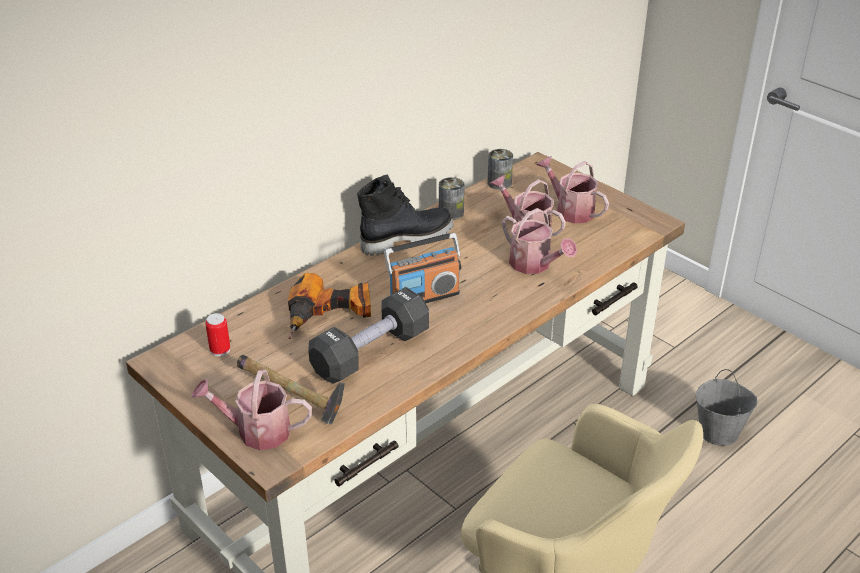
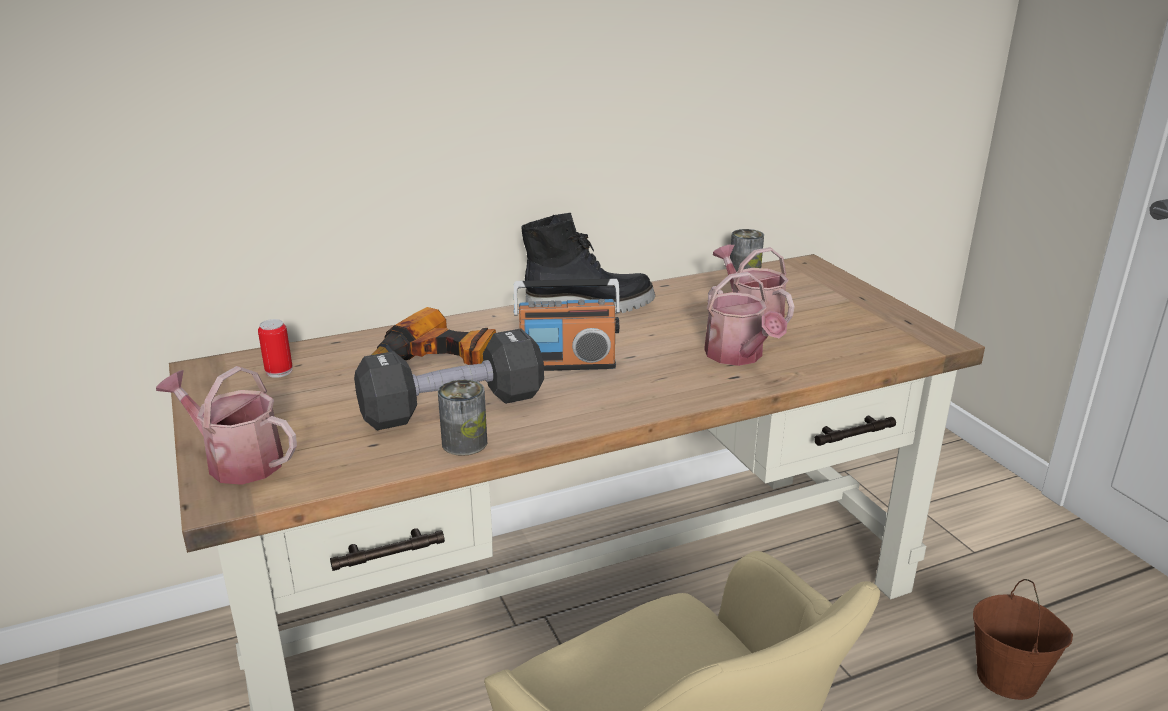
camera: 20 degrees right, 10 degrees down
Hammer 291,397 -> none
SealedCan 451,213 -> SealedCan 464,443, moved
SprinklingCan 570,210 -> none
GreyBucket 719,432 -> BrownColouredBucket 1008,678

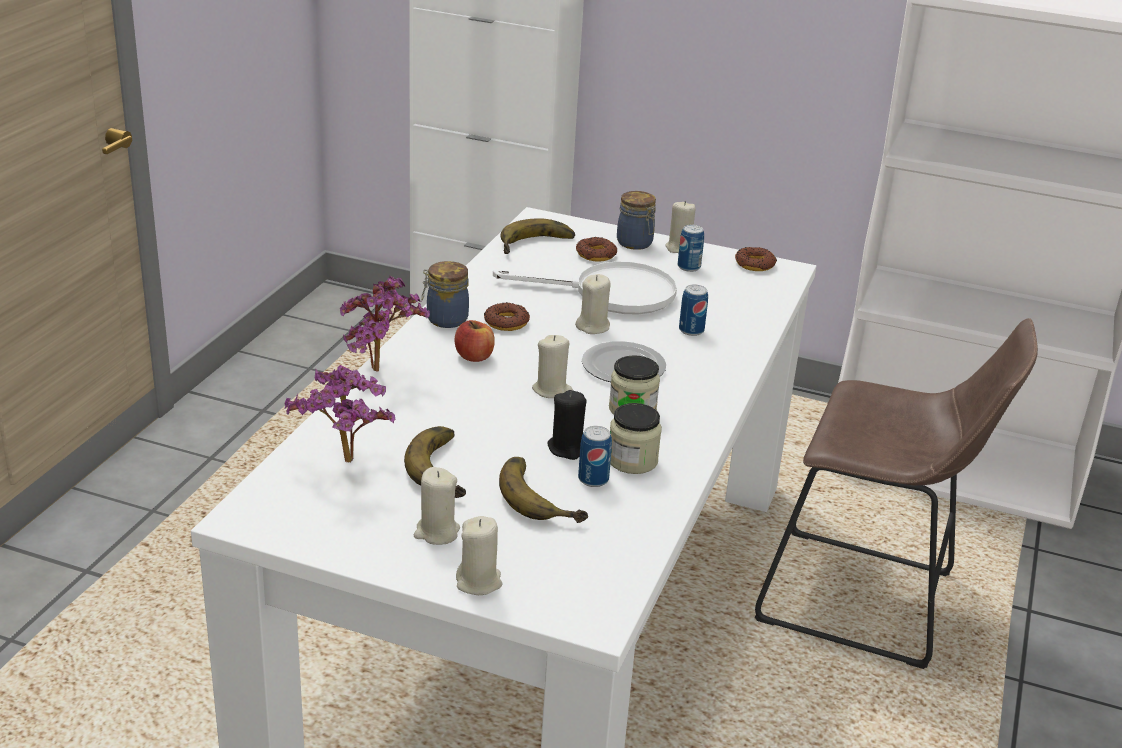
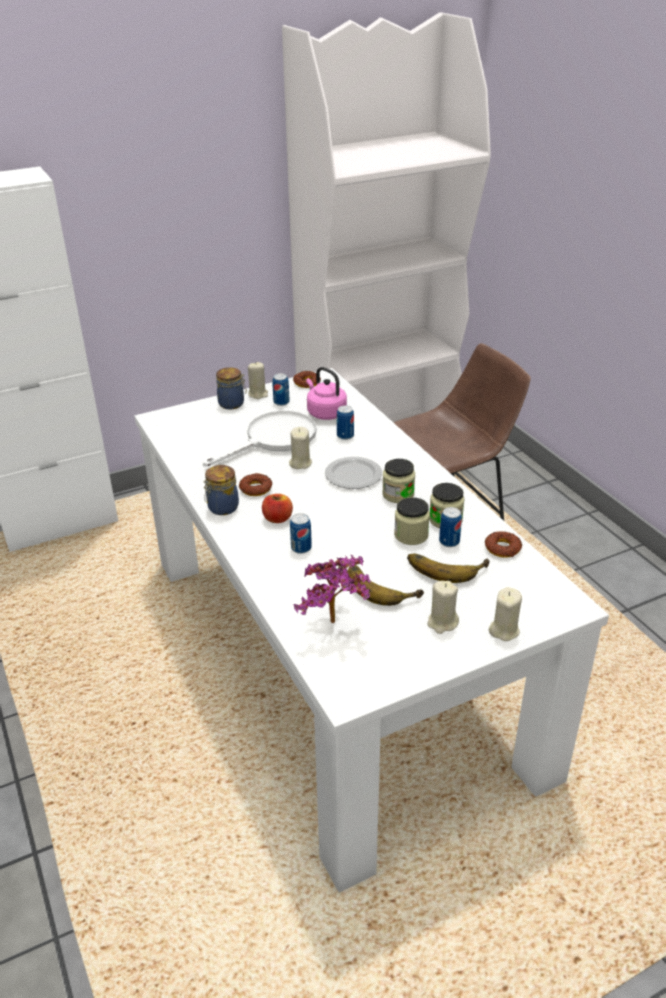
camera: 45 degrees left, 5 degrees up
Houseplant 382,372 -> none
Banana 538,245 -> none
BeigeCandle 552,390 -> none
BlackishCandle 567,449 -> StorageJar 411,535
Donut 596,254 -> Donut 503,548, moved
none -> SealedCan 301,548
none -> PinkKettle 325,413

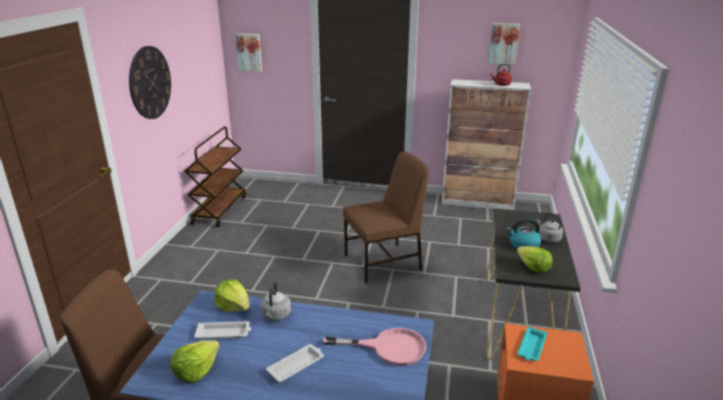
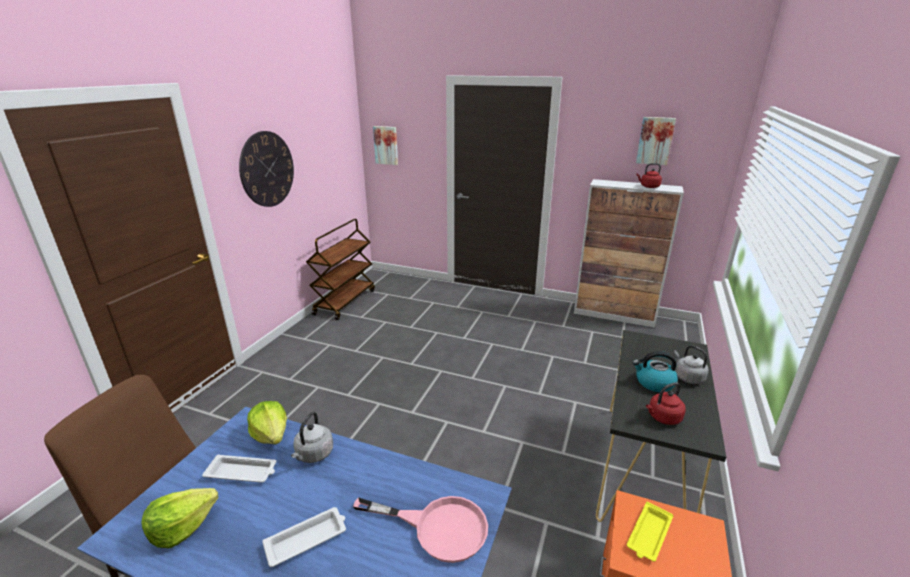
camera: 10 degrees right, 0 degrees up
BrownColouredChair 384,262 -> none
Lettuce 533,267 -> RedKettle 663,418
TurquoiseServingTray 531,347 -> YellowServingTray 648,535

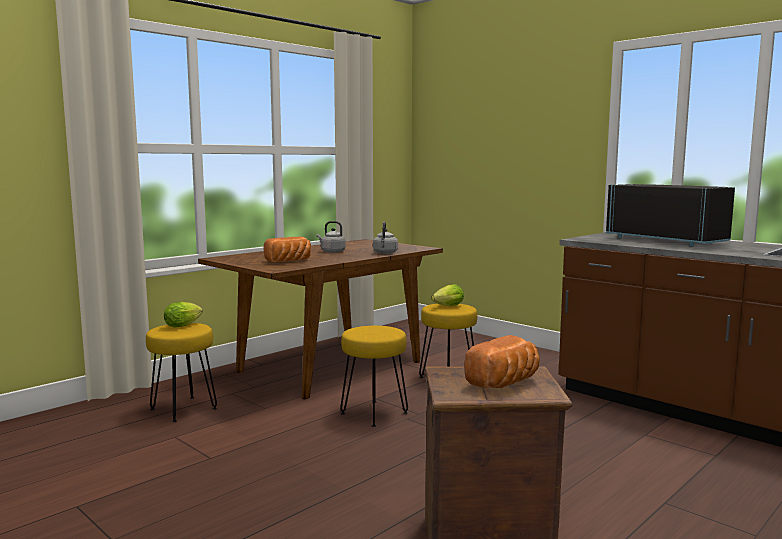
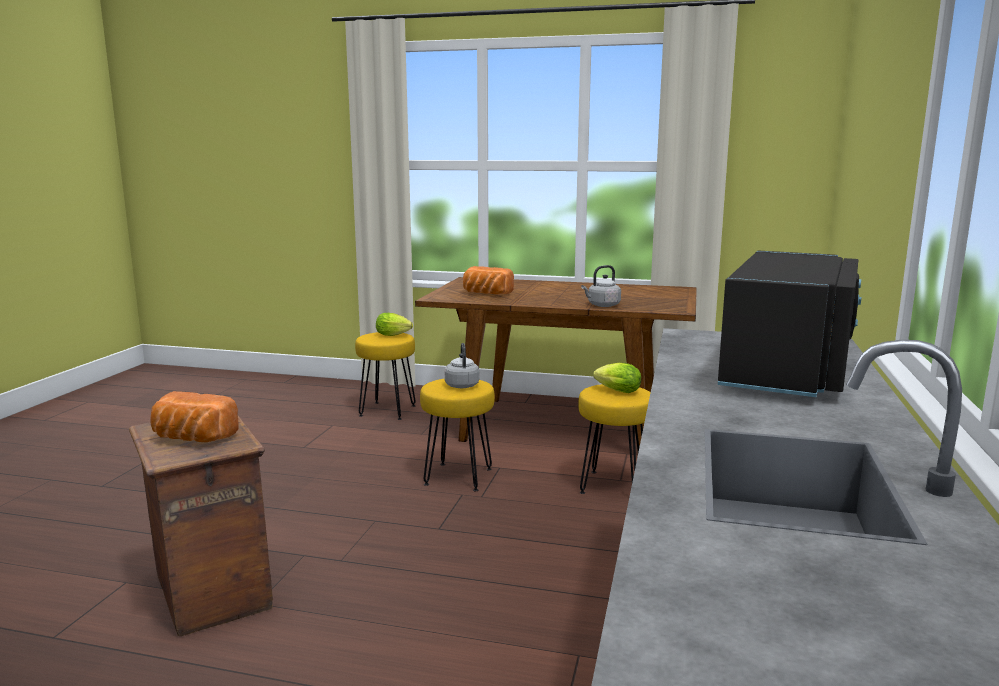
camera: 60 degrees right, 5 degrees up
GreyKettle 331,251 -> GreyKettle 462,385, moved

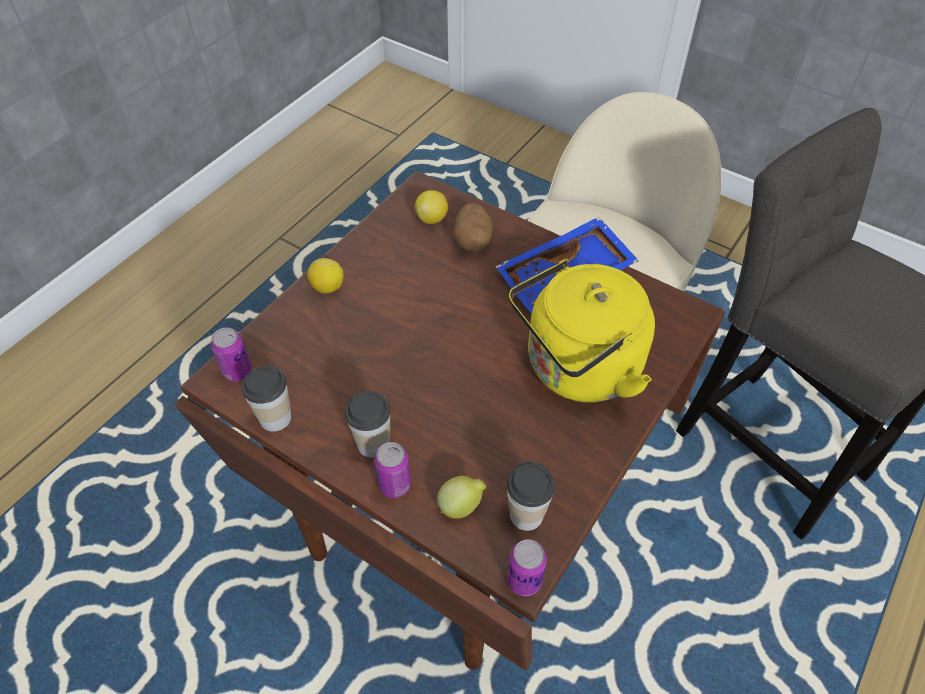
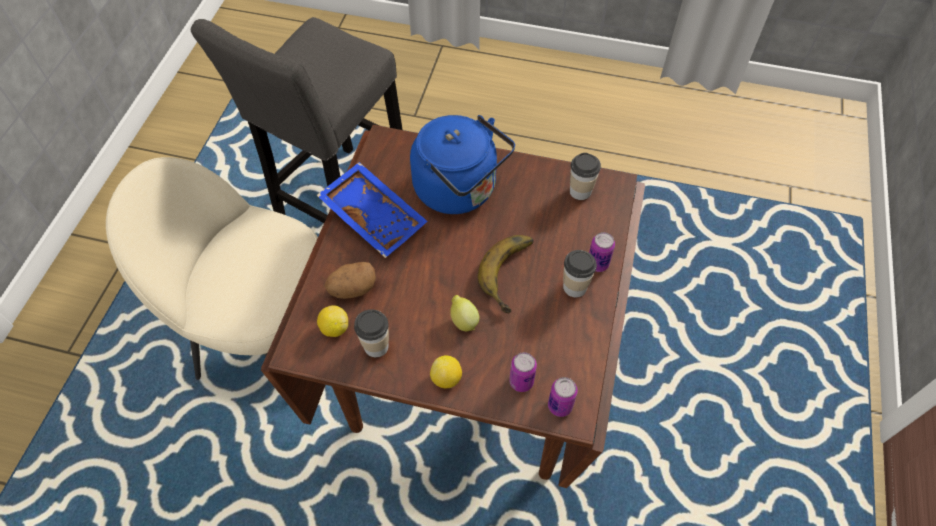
camera: 110 degrees left, 5 degrees up
Cup 275,418 -> Cup 376,346, moved
CitrusFruit 461,506 -> CitrusFruit 463,321, moved
SealedCan 524,580 -> SealedCan 521,381, moved
YellowKettle 577,369 -> BlueKettle 460,190
none -> Banana 514,274

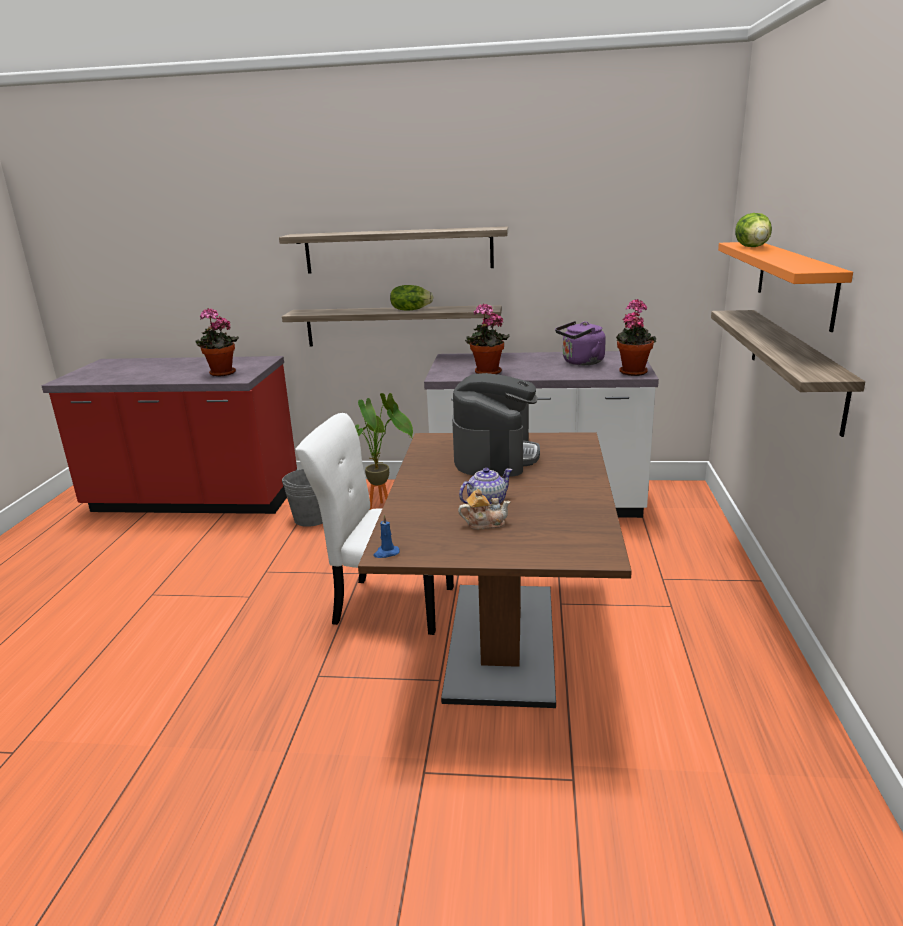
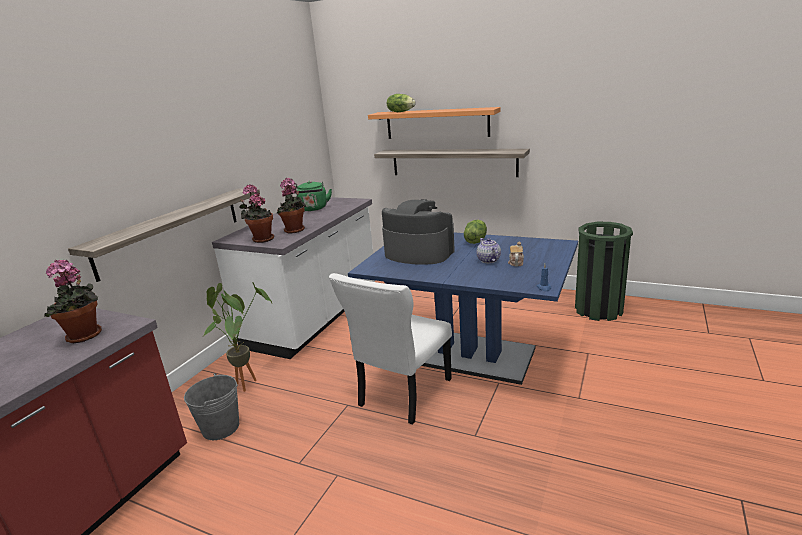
camera: 70 degrees left, 0 degrees up
BracketShelf 398,250 -> none
BrownColouredKitchenTable 501,641 -> BlueKitchenTable 469,355
Lettuce 410,310 -> Lettuce 475,241, moved
PurplishKettle 580,362 -> GreenKettle 313,209
Houseplant 632,371 -> Houseplant 261,239, moved
none -> GreenTrashCan 598,310

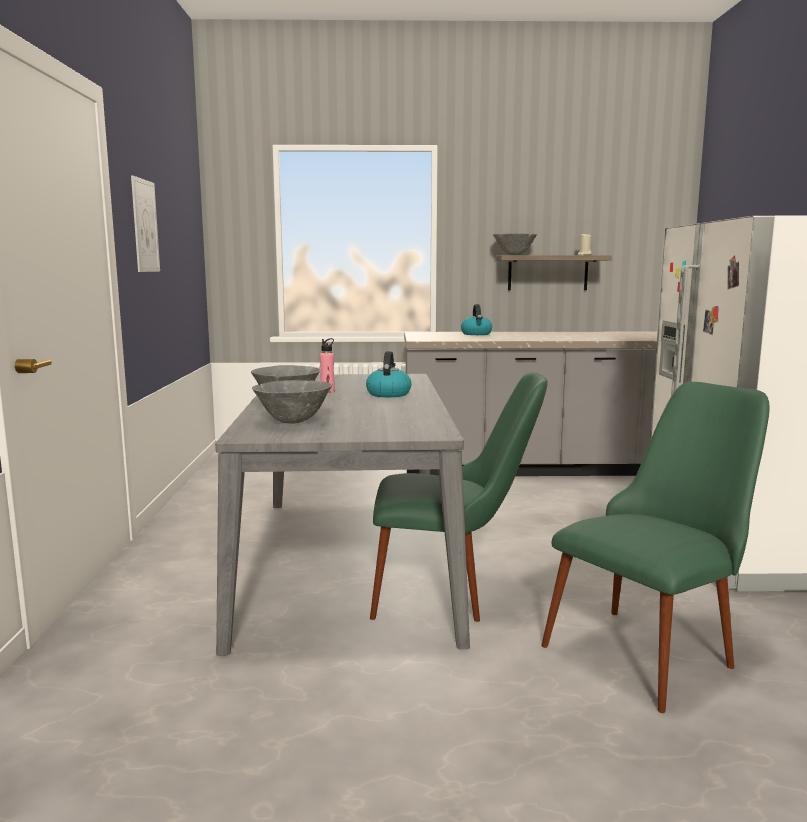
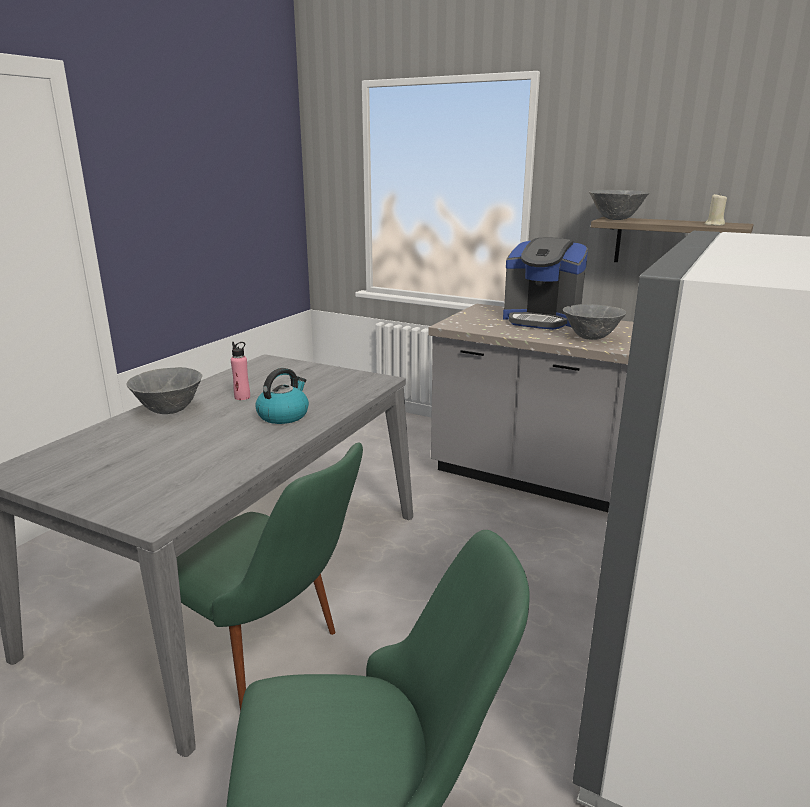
camera: 30 degrees right, 10 degrees up
WallArt 145,226 -> none
GreyServingBowl 293,422 -> GreyServingBowl 591,338, moved
Kettle 476,334 -> CoffeeBrewer 542,320

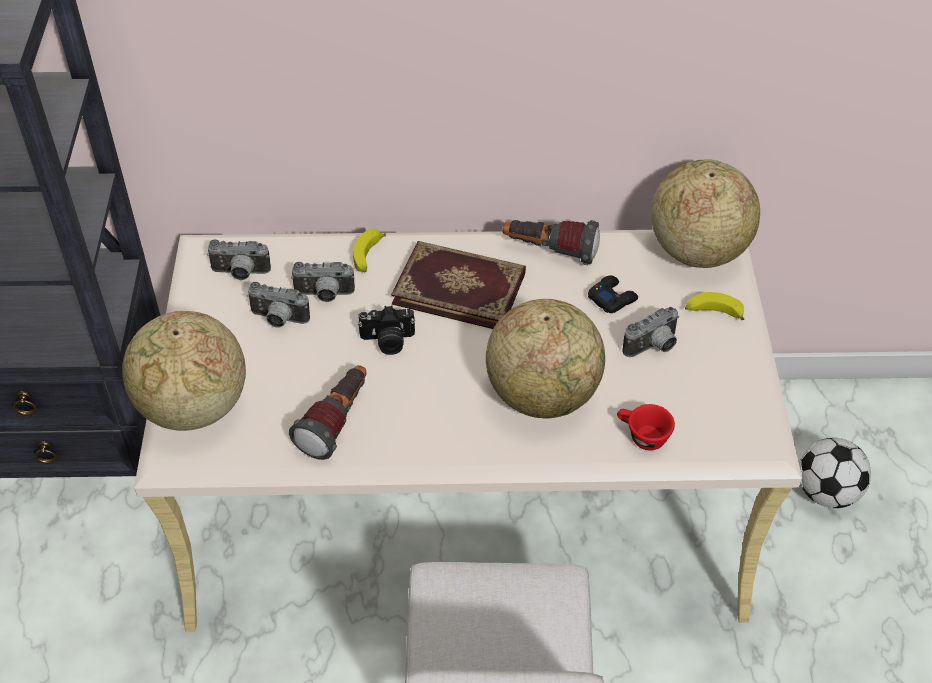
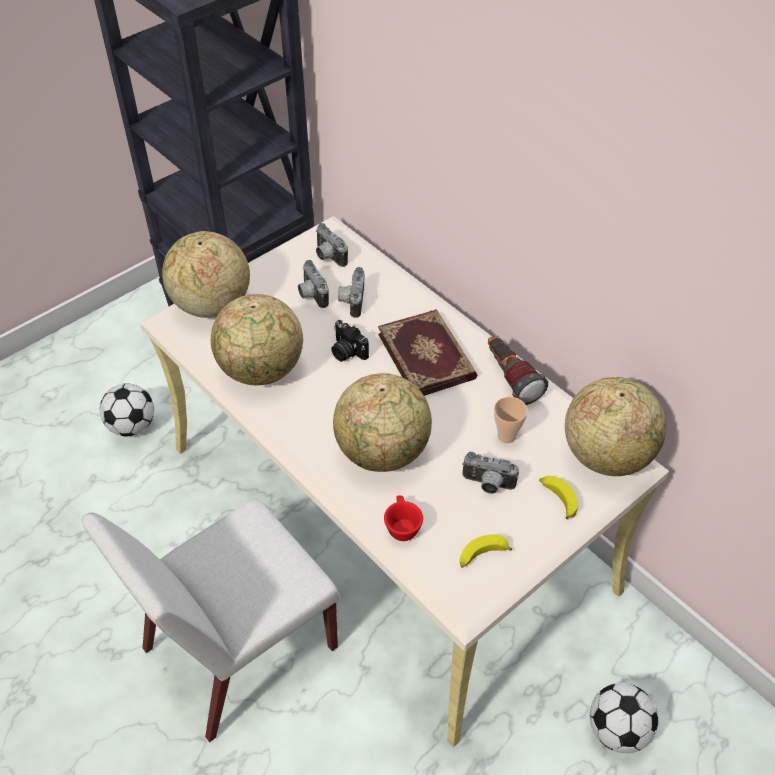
camera: 50 degrees right, 0 degrees up
Flashlight 337,422 -> DeskGlobe 261,370
PhotoCamera 324,295 -> PhotoCamera 351,301, 45 degrees clockwise
Banana 368,257 -> Banana 482,556, moved
BlackishGameController 612,298 -> Cup 506,436
none -> BallForFootball 132,426

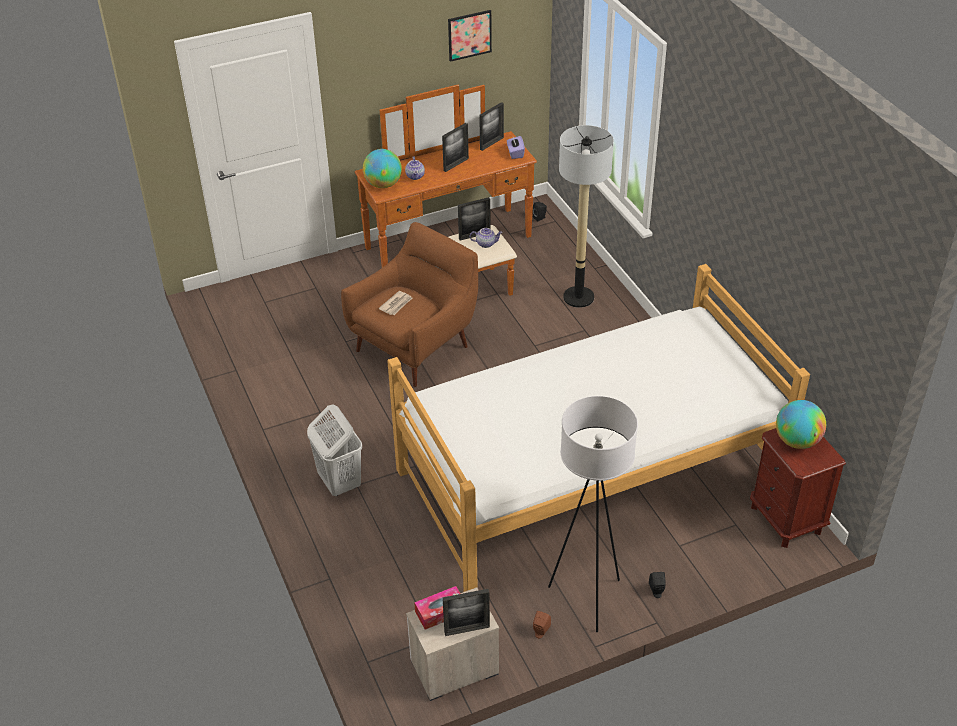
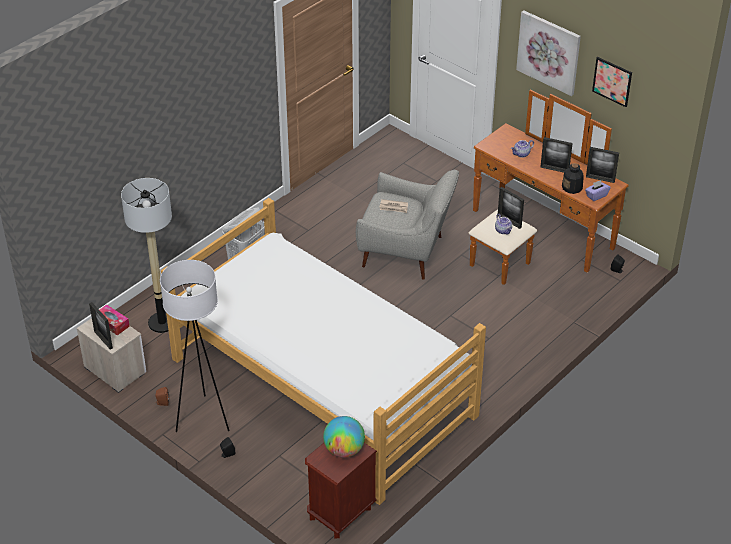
camera: 65 degrees right, 0 degrees up
BrownColouredArmchair 416,346 -> GreyArmchair 406,253
DeskGlobe 383,184 -> none
FloorLamp 579,297 -> FloorLamp 162,323, moved
none -> WallArt 549,52
none -> Bottle 572,187

